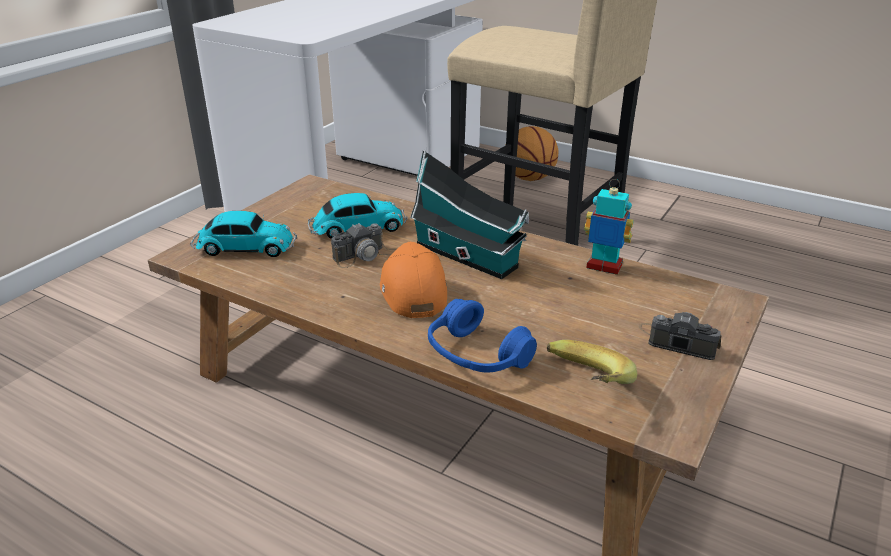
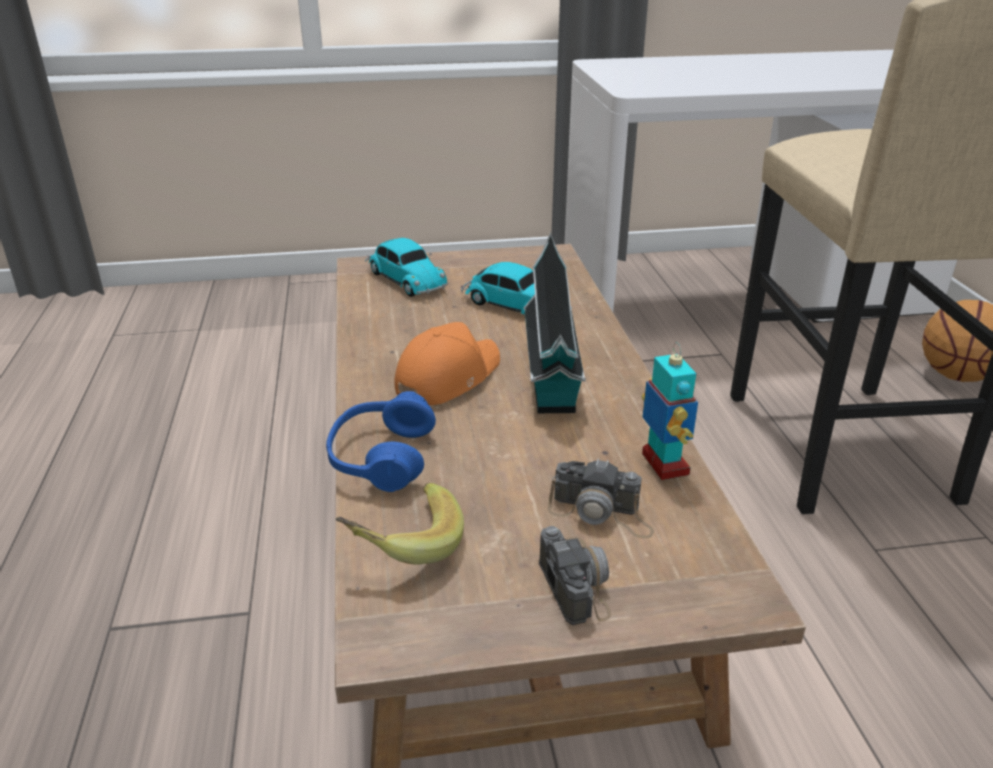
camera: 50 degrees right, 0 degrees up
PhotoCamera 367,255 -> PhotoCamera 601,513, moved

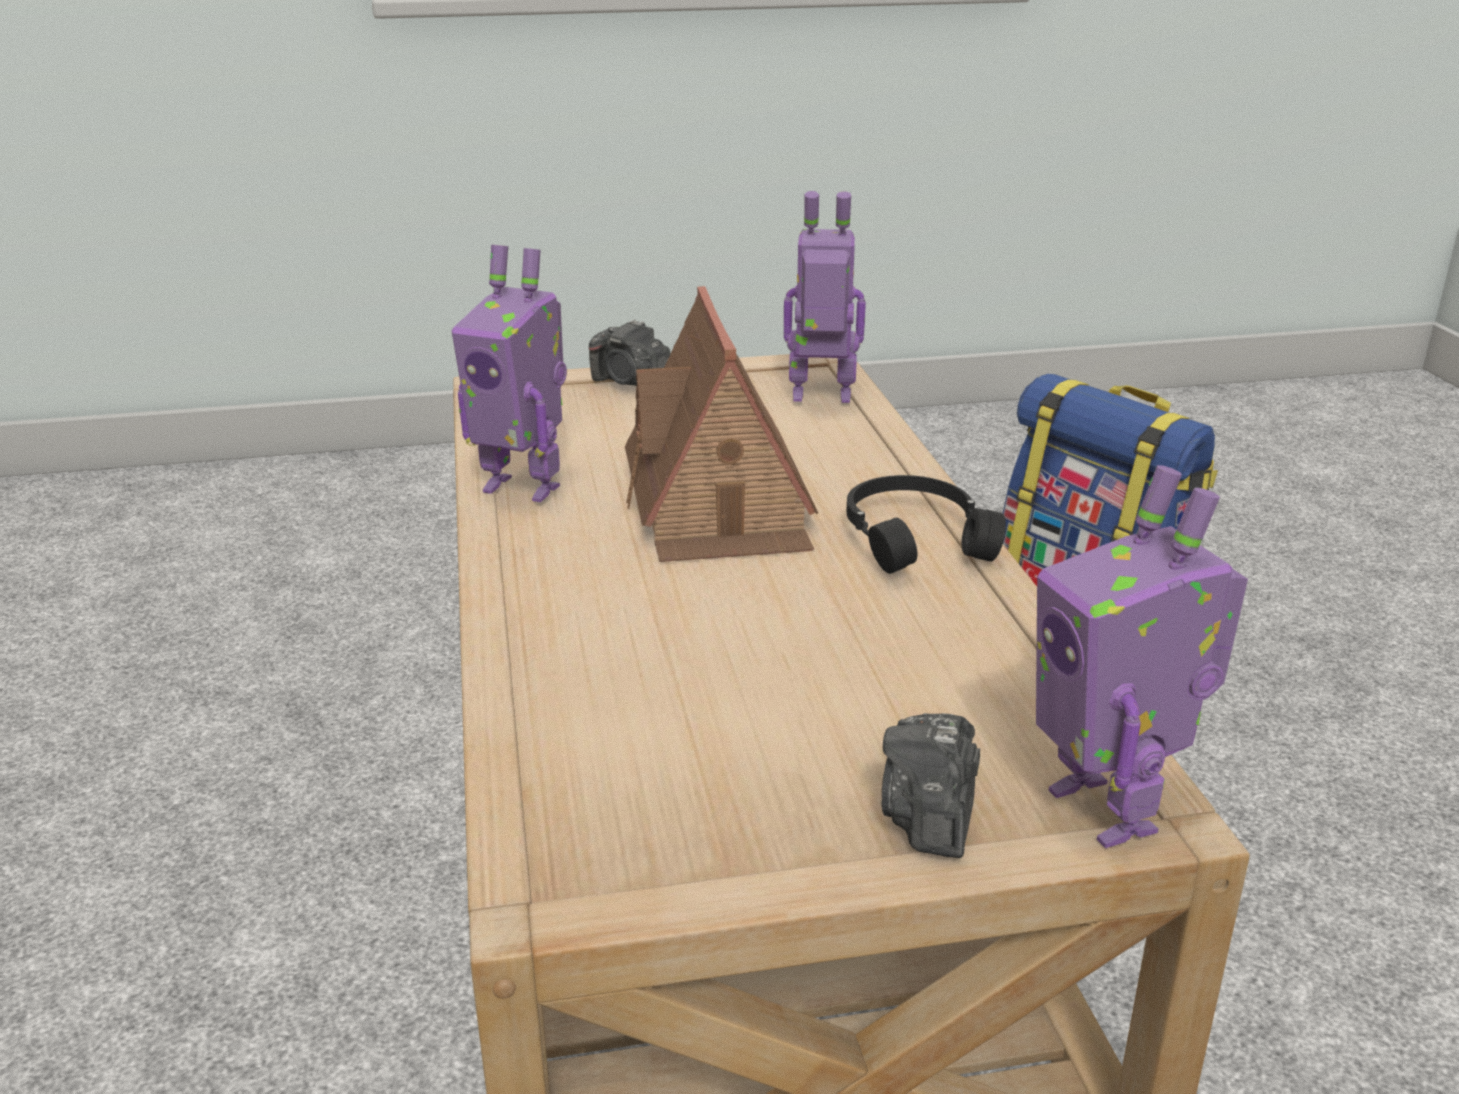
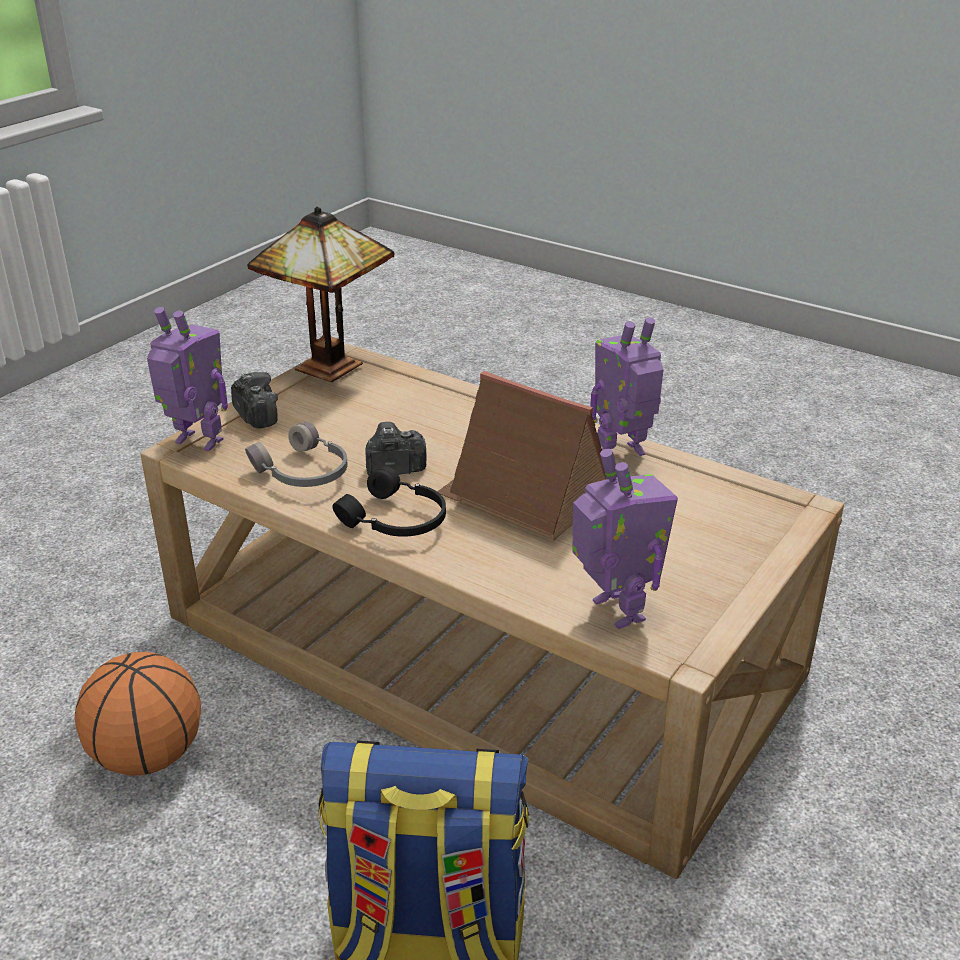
camera: 135 degrees right, 5 degrees up
PhotoCamera 630,381 -> PhotoCamera 394,468, moved
ModelRobot 821,397 -> ModelRobot 615,611, 75 degrees counterclockwise
none -> BasketballBall 148,756
none -> GreyHeadset 302,472
none -> TableLamp 329,365

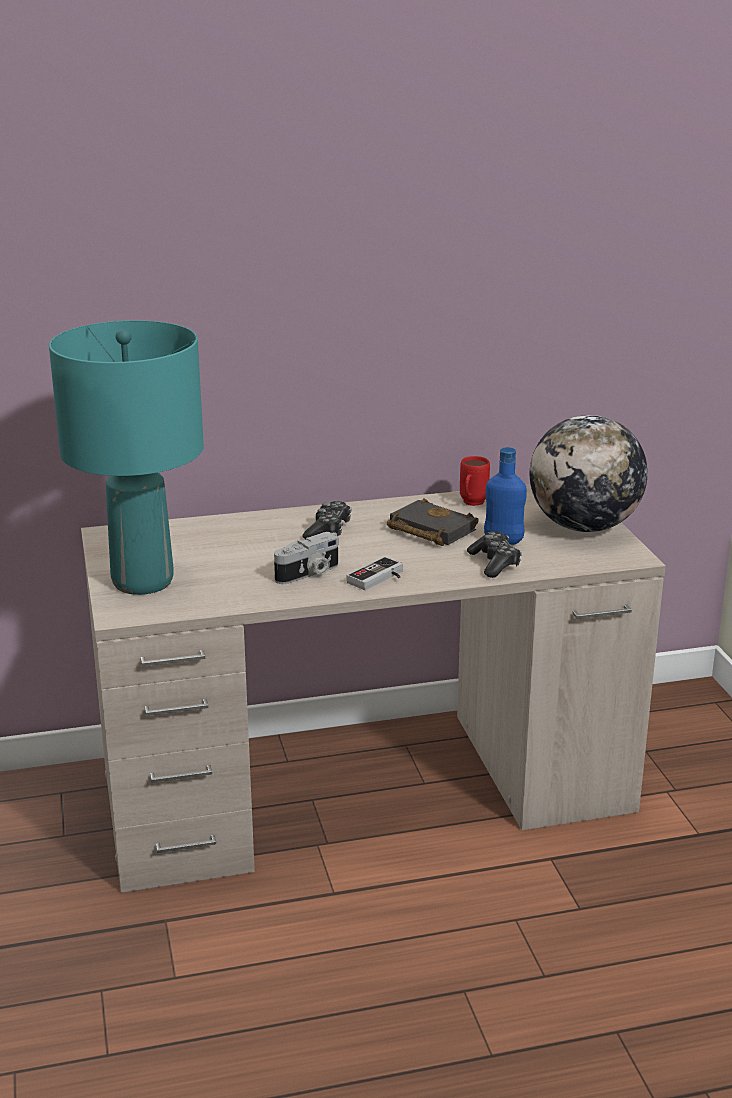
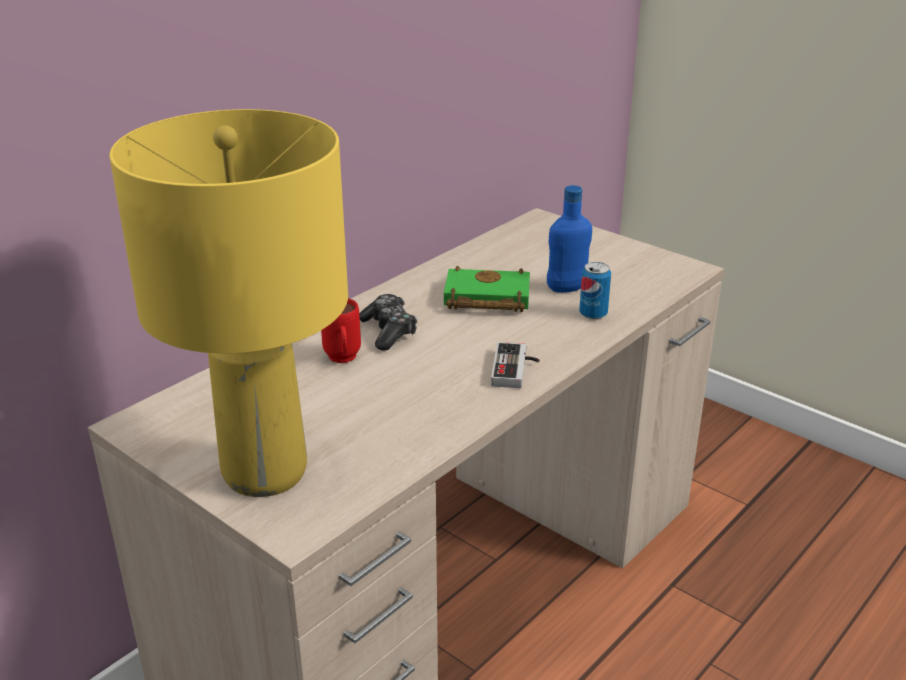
camera: 35 degrees left, 5 degrees up
TurquoiseTableLamp 143,581 -> YellowTableLamp 264,471
PhotoCamera 309,574 -> none
BlackishVolume 428,530 -> GreenVolume 484,298
RedTeaMug 471,504 -> RedTeaMug 343,360, moved
GameController 494,563 -> SealedCan 593,314
DeskGlobe 584,527 -> none

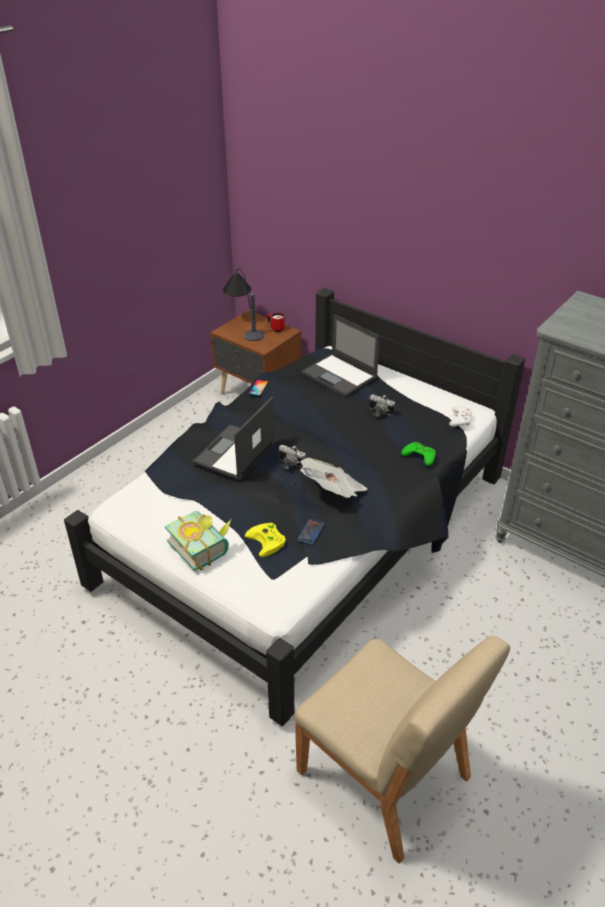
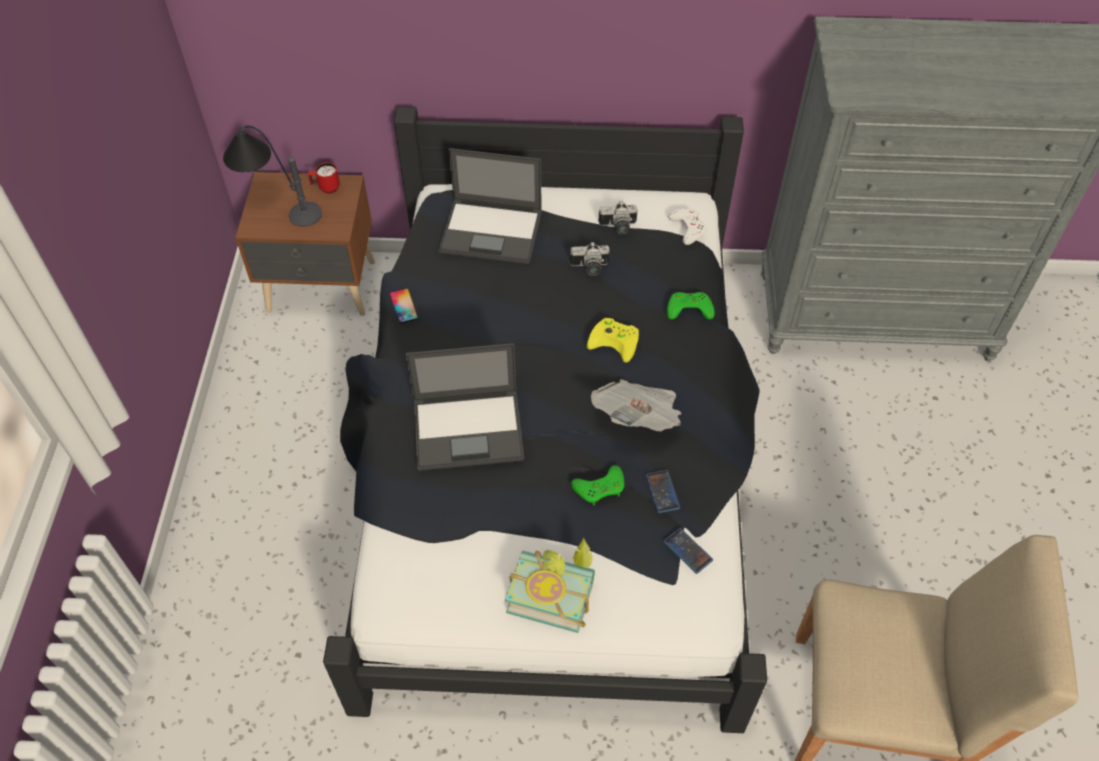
camera: 35 degrees left, 15 degrees up
Laptop 234,453 -> Laptop 469,429, 90 degrees counterclockwise
YellowGameController 268,541 -> YellowGameController 616,341, moved
PhotoCamera 289,465 -> PhotoCamera 618,227, moved
none -> GreenGameController 600,488
none -> Handset 688,551

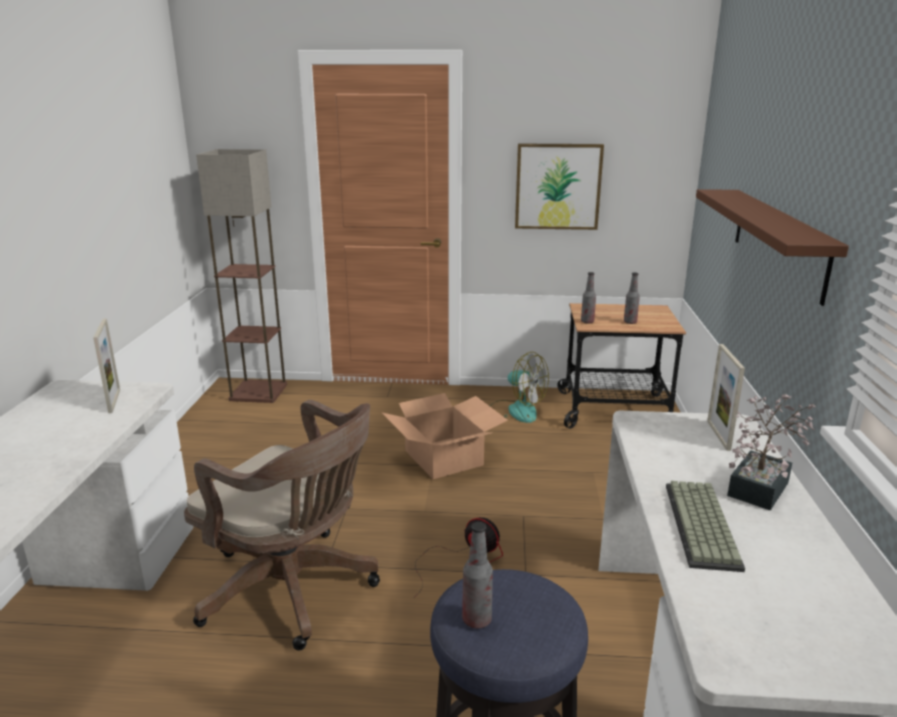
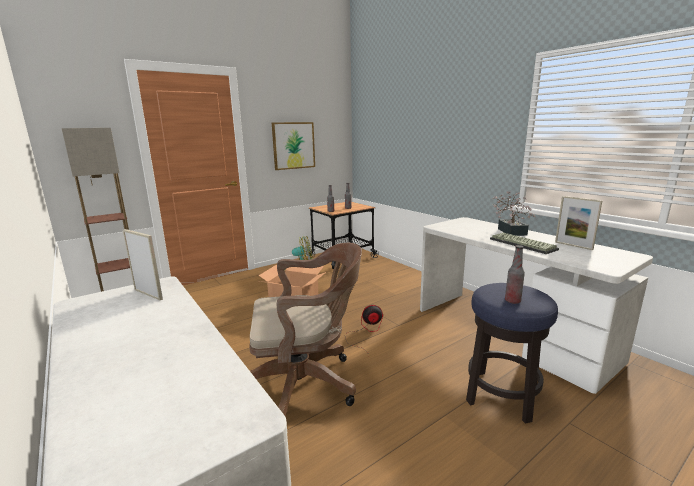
camera: 40 degrees left, 5 degrees down
BrownColouredBracketShelf 778,240 -> none
StandingFrame 718,435 -> StandingFrame 573,246, moved

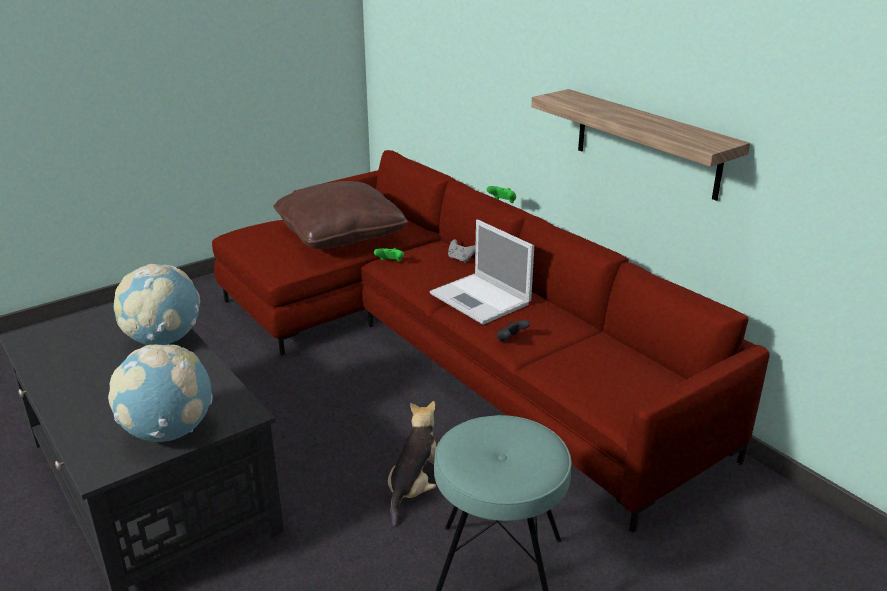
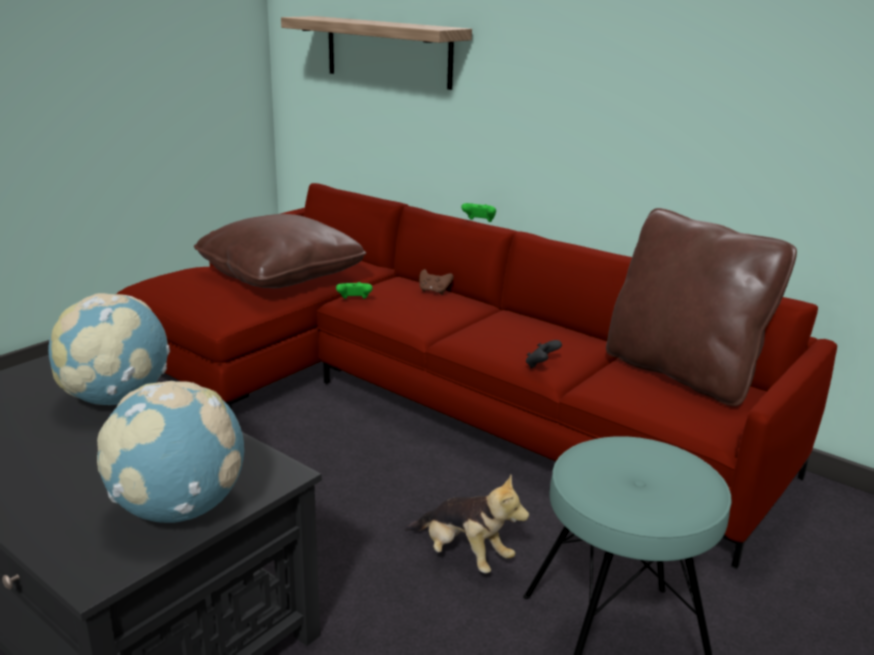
camera: 15 degrees left, 5 degrees down
CuddlyToy 414,487 -> CuddlyToy 463,555, 120 degrees clockwise
Laptop 481,299 -> none
GreyGameController 460,259 -> BrownColouredGameController 434,291
BracketShelf 646,143 -> BracketShelf 388,51, moved
none -> BrownColouredCushion 682,373

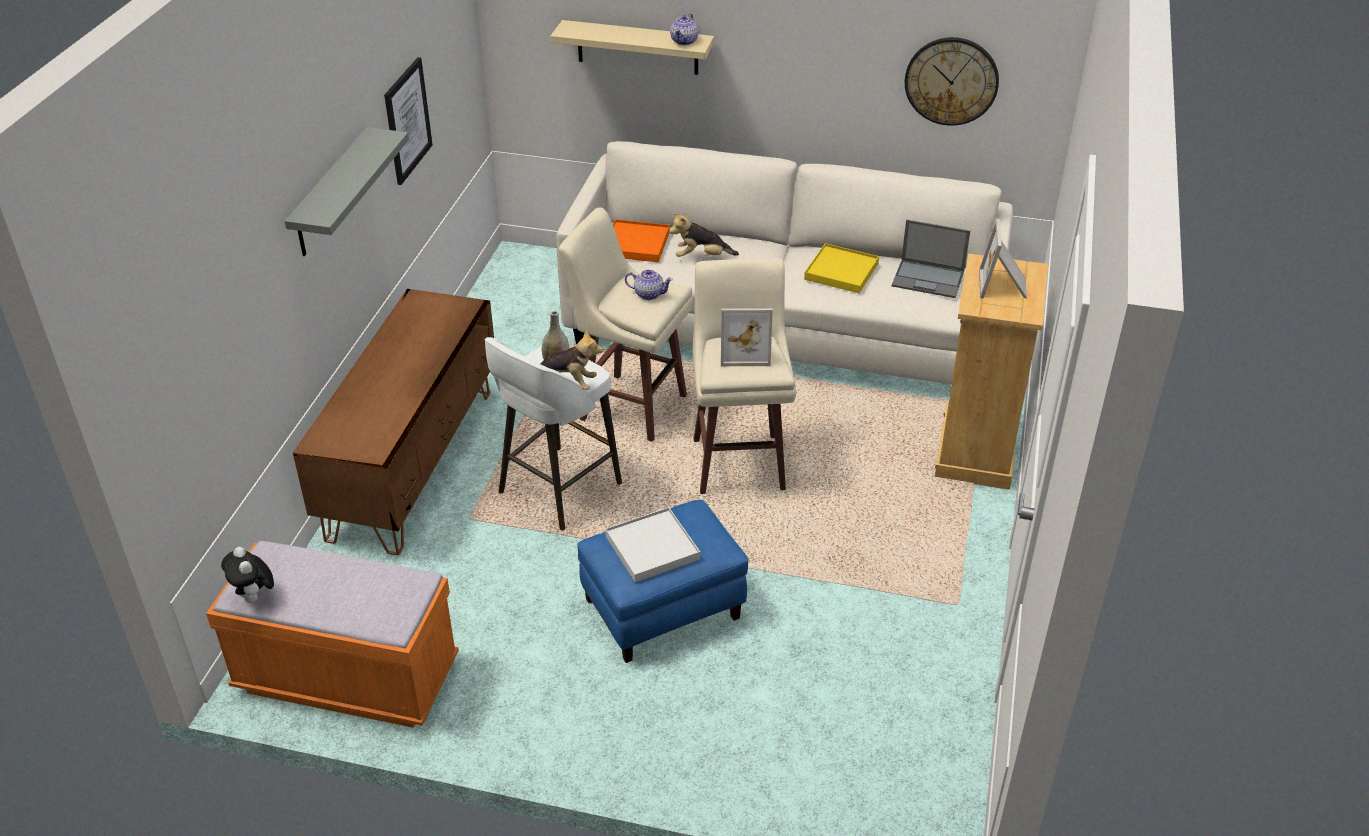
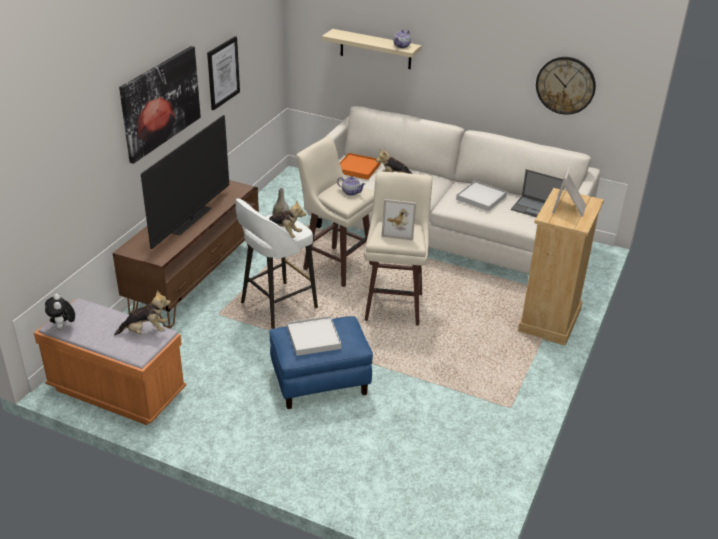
camera: 10 degrees right, 5 degrees down
GreyBracketShelf 331,194 -> WallArt 160,102
YellowServingTray 841,271 -> WhitishServingTray 481,198
none -> CuddlyToy 145,331
none -> TvSet 191,220

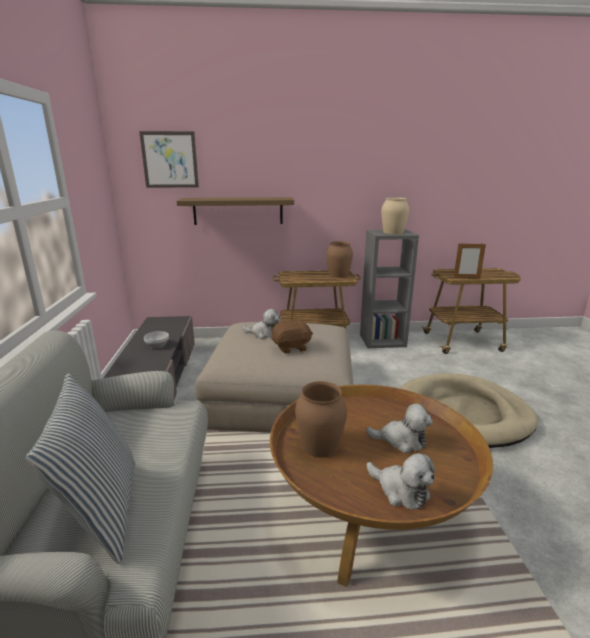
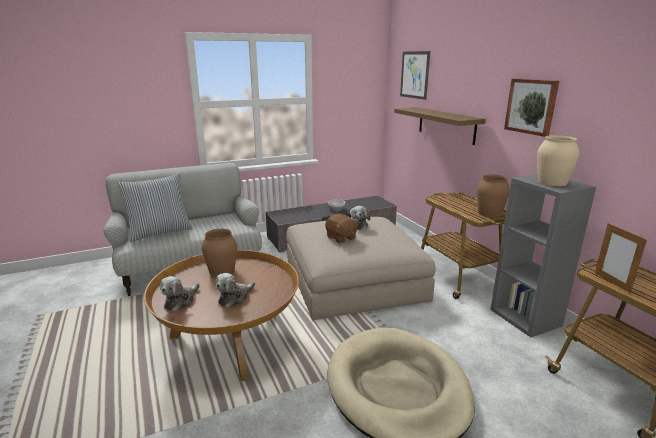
camera: 70 degrees right, 0 degrees up
CuddlyToy 401,440 -> CuddlyToy 235,298, 45 degrees clockwise
none -> WallArt 531,106

